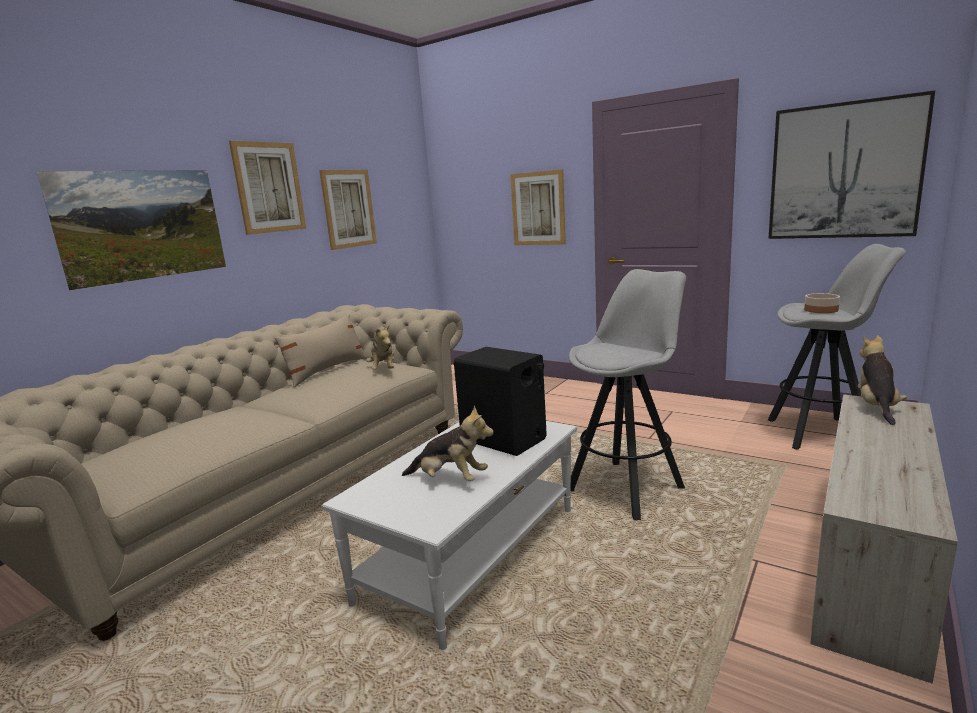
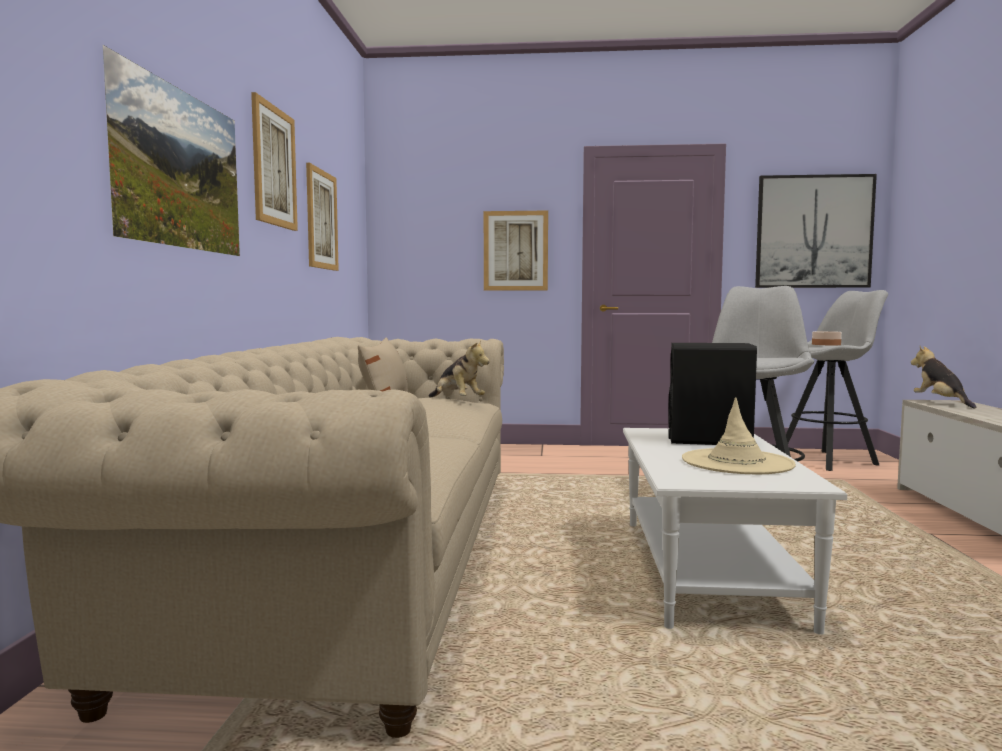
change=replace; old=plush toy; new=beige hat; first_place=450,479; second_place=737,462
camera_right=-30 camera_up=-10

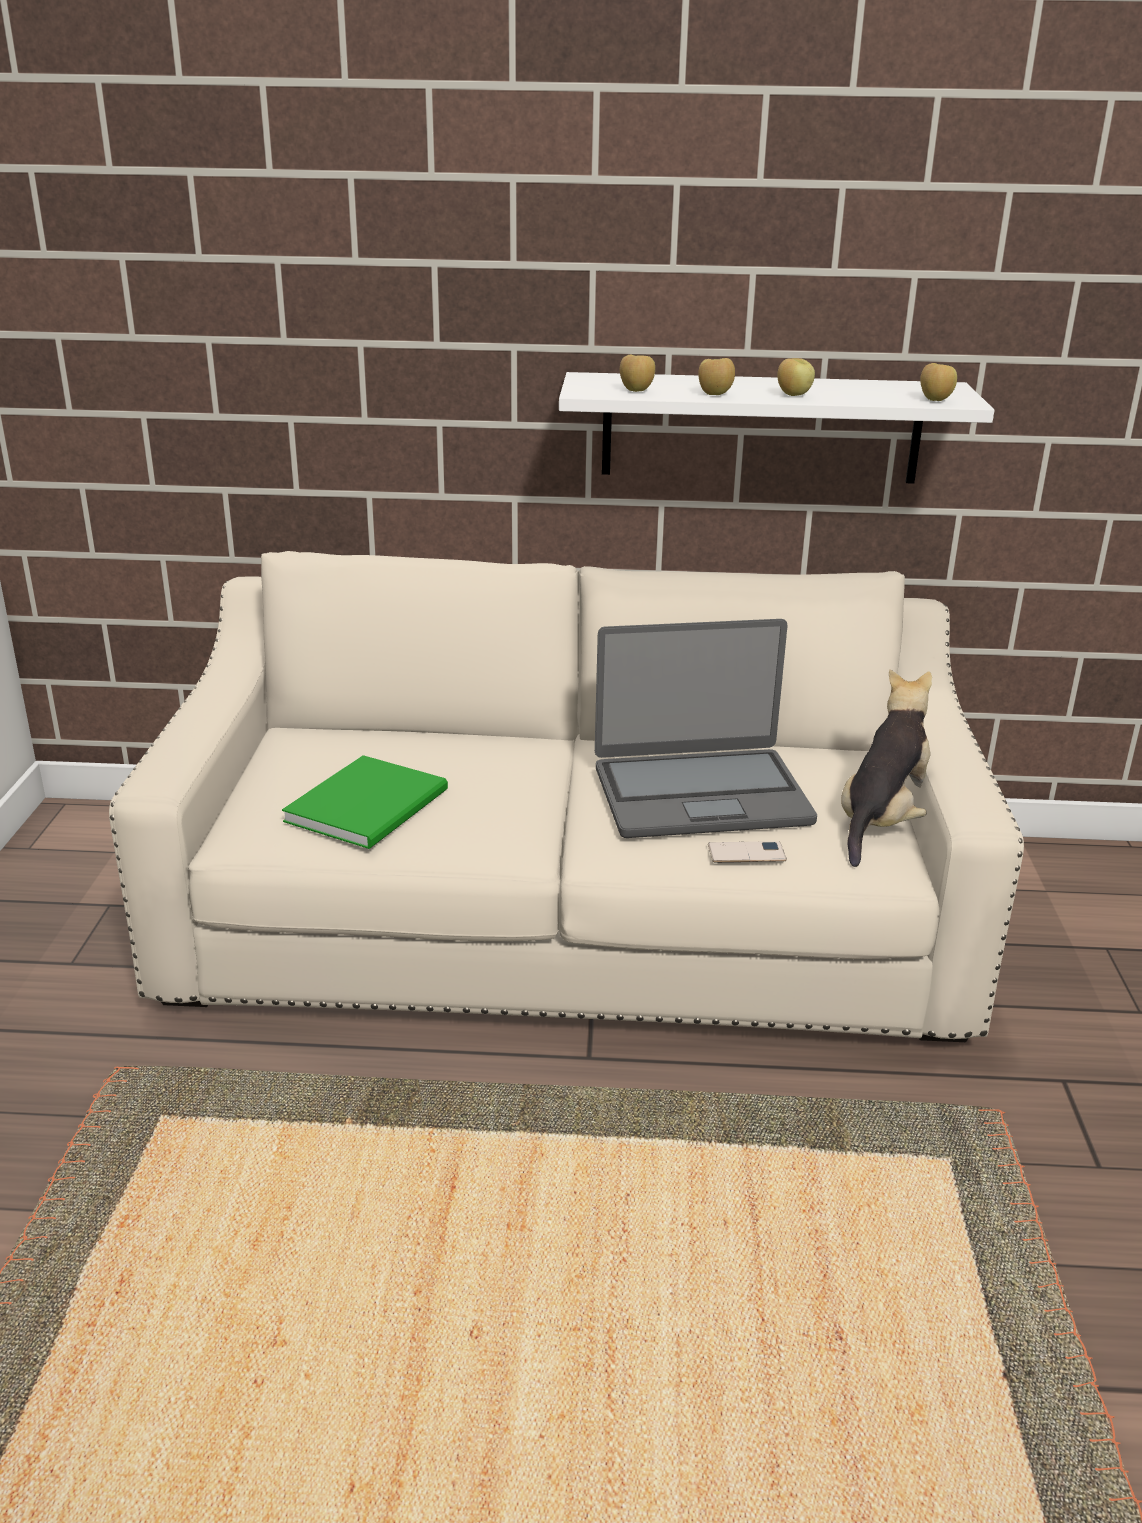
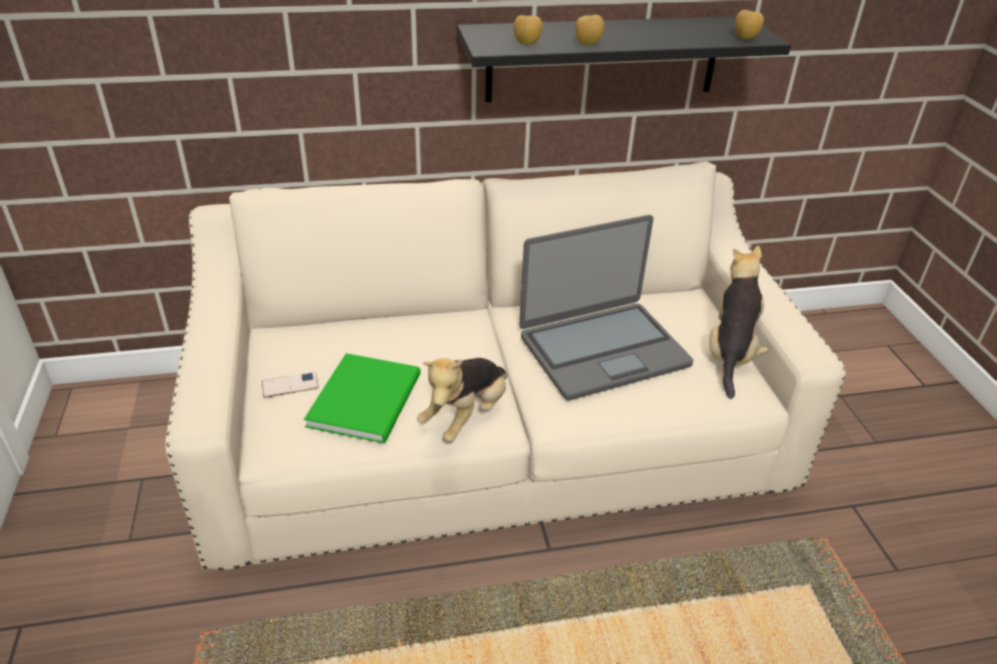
change=delete; old=apple; first_place=794,395
change=recolor; old=white shelf; new=black shelf; first_place=761,428; second_place=603,59
change=move; old=phone; first_place=746,853; second_place=290,385
change=insert; new=plush toy; second_place=466,416
camera_right=-15 camera_up=10

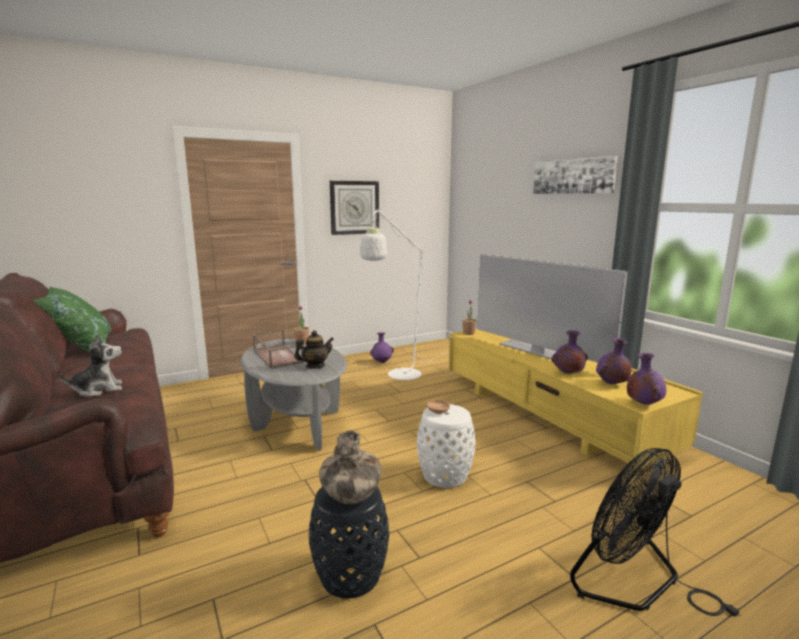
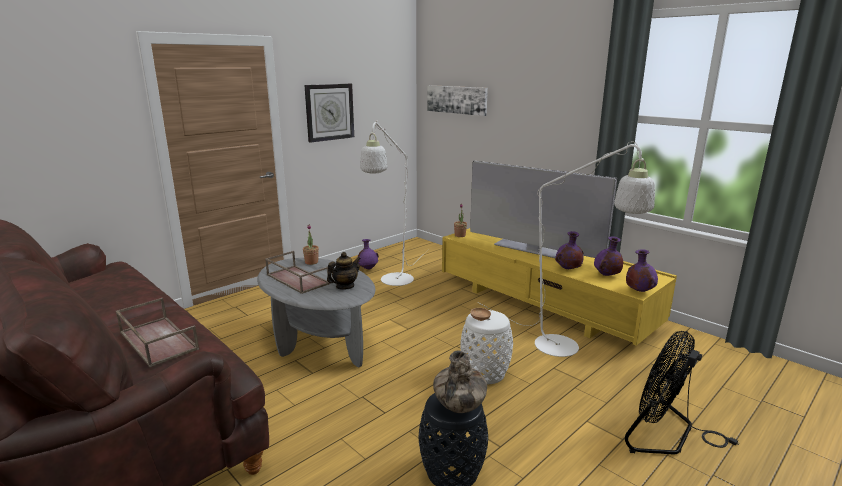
change=move; old=picture; first_place=573,176; second_place=457,99
change=delete; old=green pillow; first_place=81,348
change=replace; old=plush toy; new=brown tray; first_place=98,390; second_place=157,340
change=insert; new=white floor lamp; second_place=566,350
camera_right=-15 camera_up=5

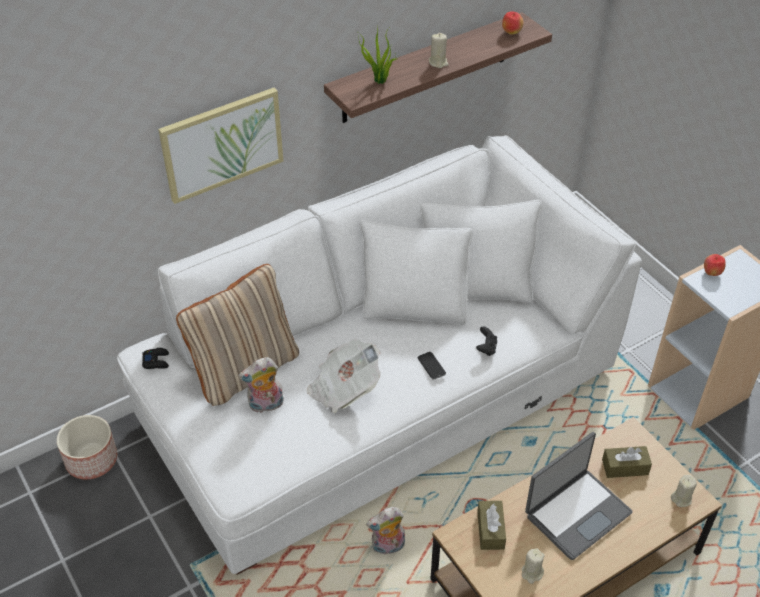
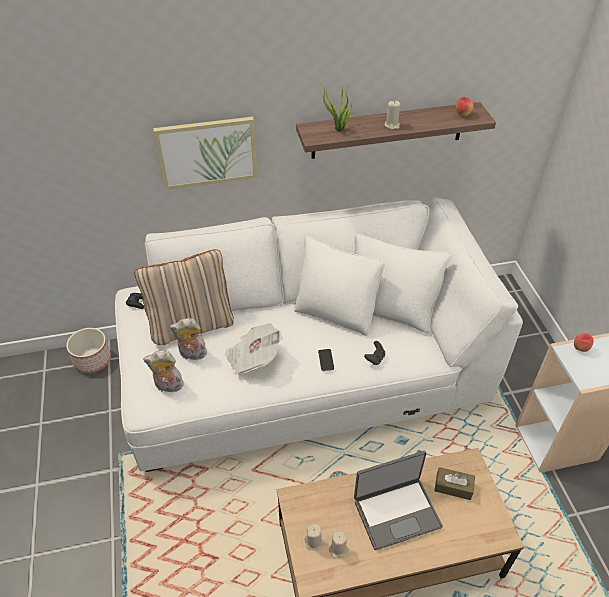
change=move; old=beige candle; first_place=681,498; second_place=314,542
change=delete; old=brown tissue box; first_place=490,530
change=move; old=plush toy; first_place=388,547; second_place=168,386
camera_right=20 camera_up=0

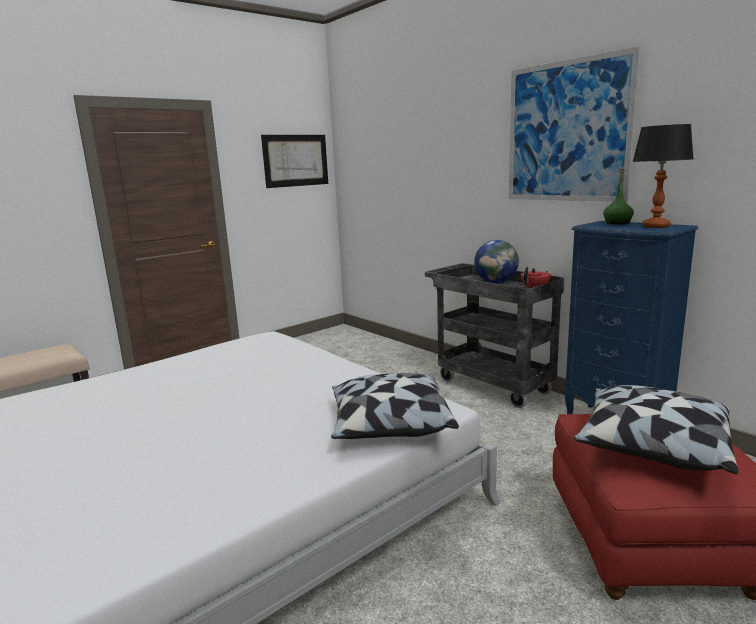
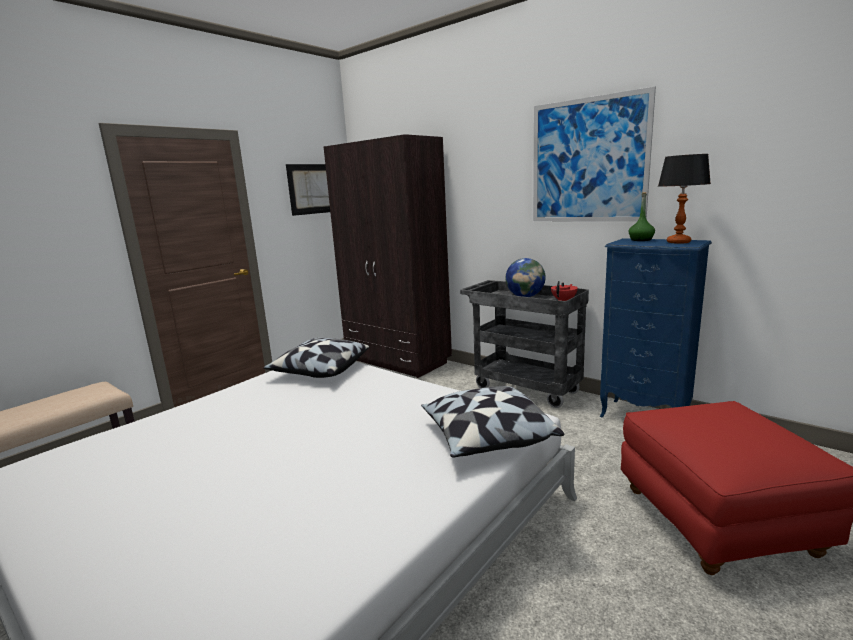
change=move; old=pillow; first_place=651,446; second_place=320,371
change=insert; new=brown wardrobe; second_place=397,361
camera_right=-10 camera_up=0

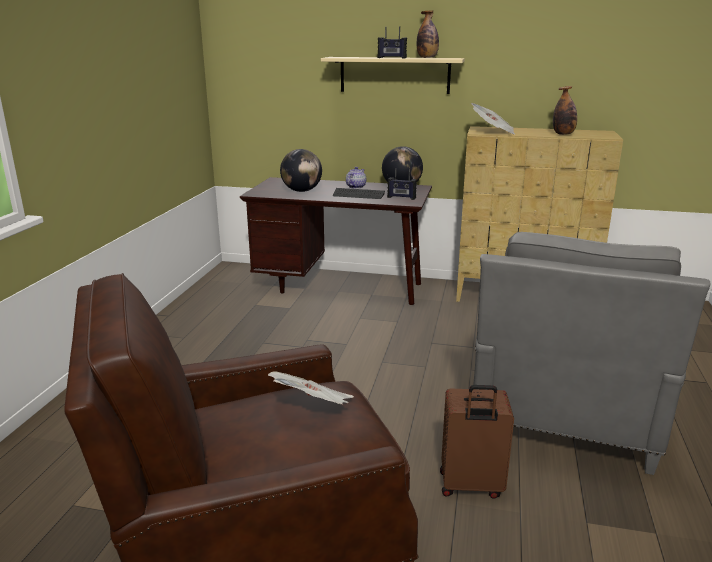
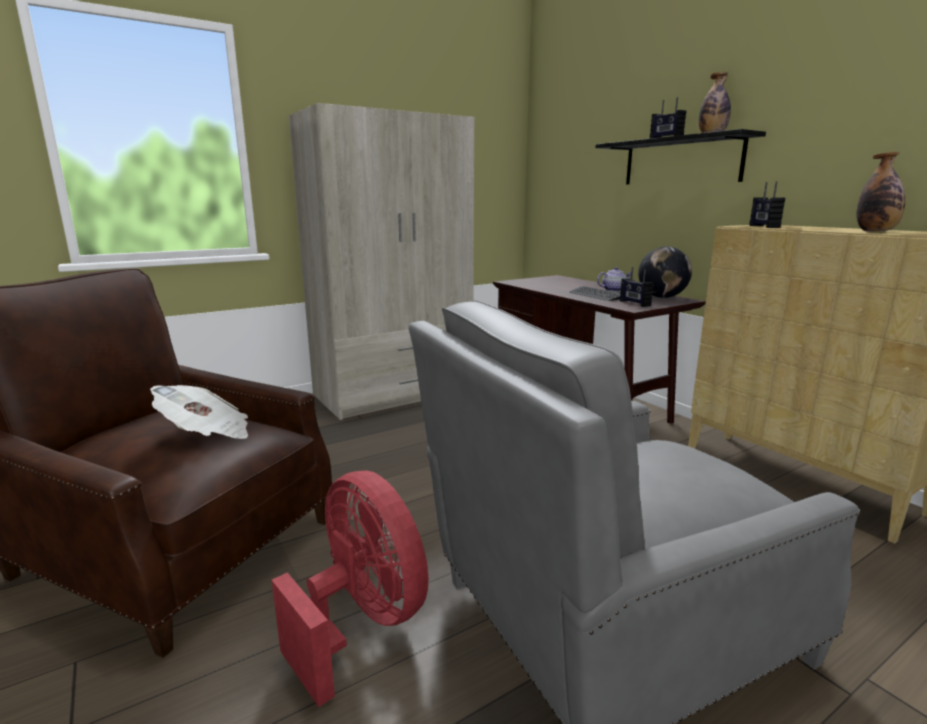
change=recolor; old=beige shelf; new=black shelf; first_place=394,75; second_place=681,161
change=replace; old=newspaper; new=radio; first_place=493,132; second_place=763,226
change=delete; old=globe; first_place=301,191
change=replace; old=brown suitcase; new=red fan; first_place=470,486; second_place=362,622
change=insert; new=beige wardrobe; second_place=394,393
camera_right=45 camera_up=-5

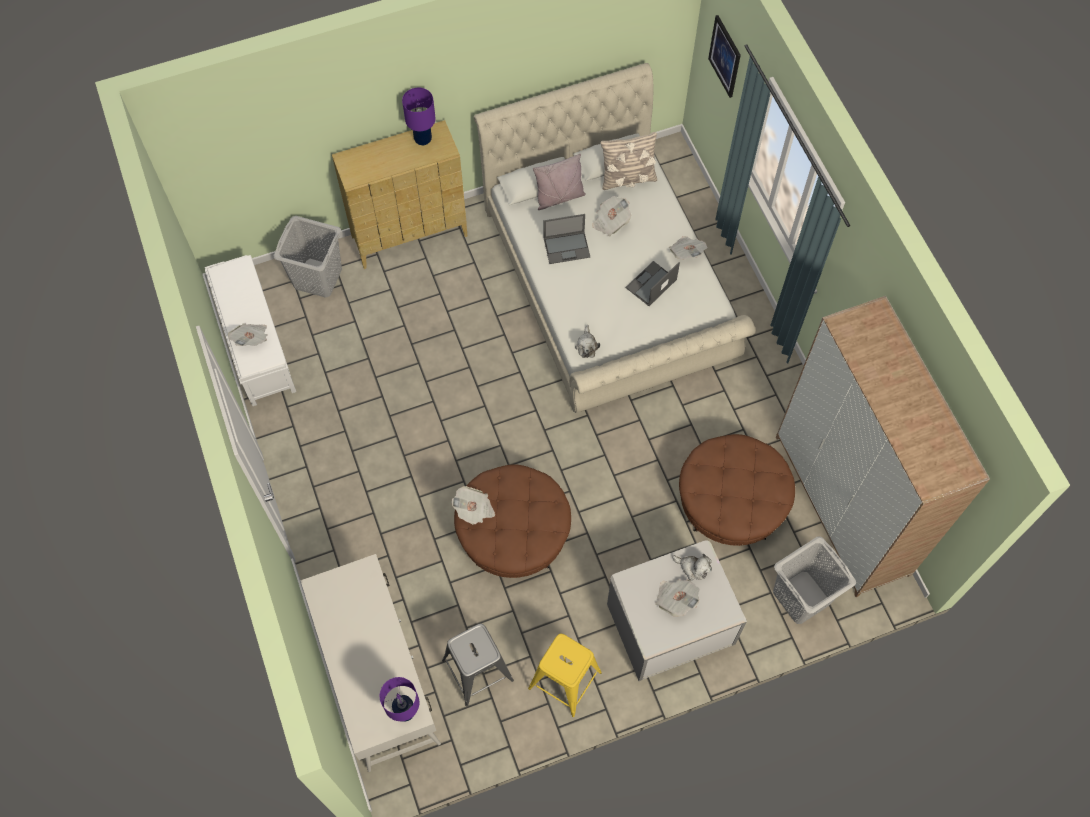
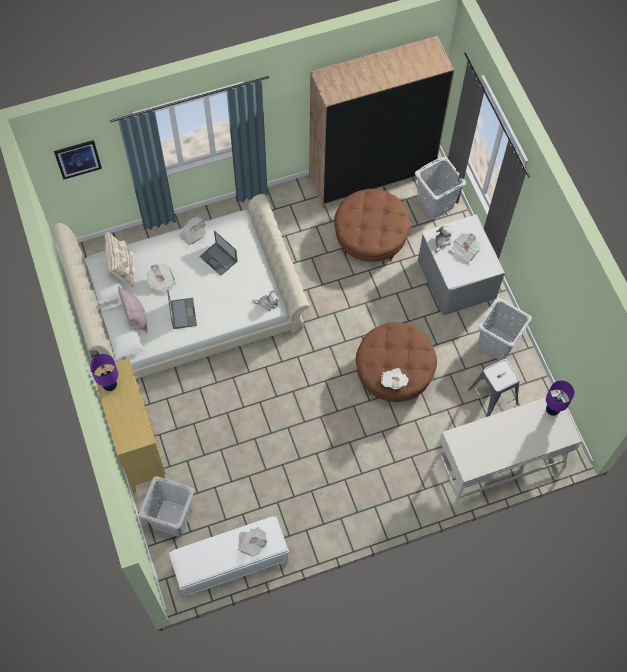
change=recolor; old=white wardrobe; new=black wardrobe; first_place=843,505; second_place=372,174
change=replace; old=yellow stool; new=grey laundry basket; first_place=564,680; second_place=496,343
camera_right=-90 camera_up=0

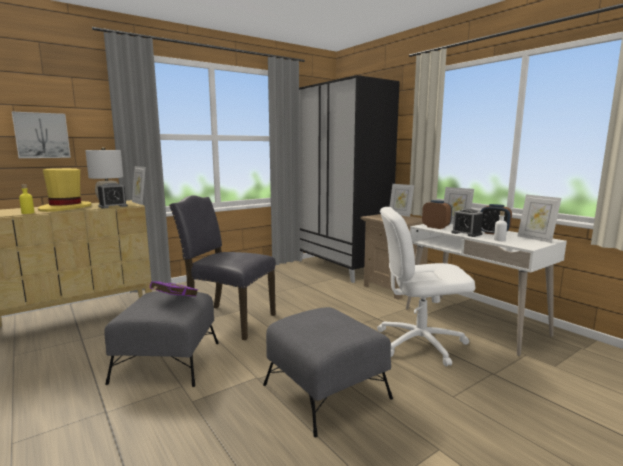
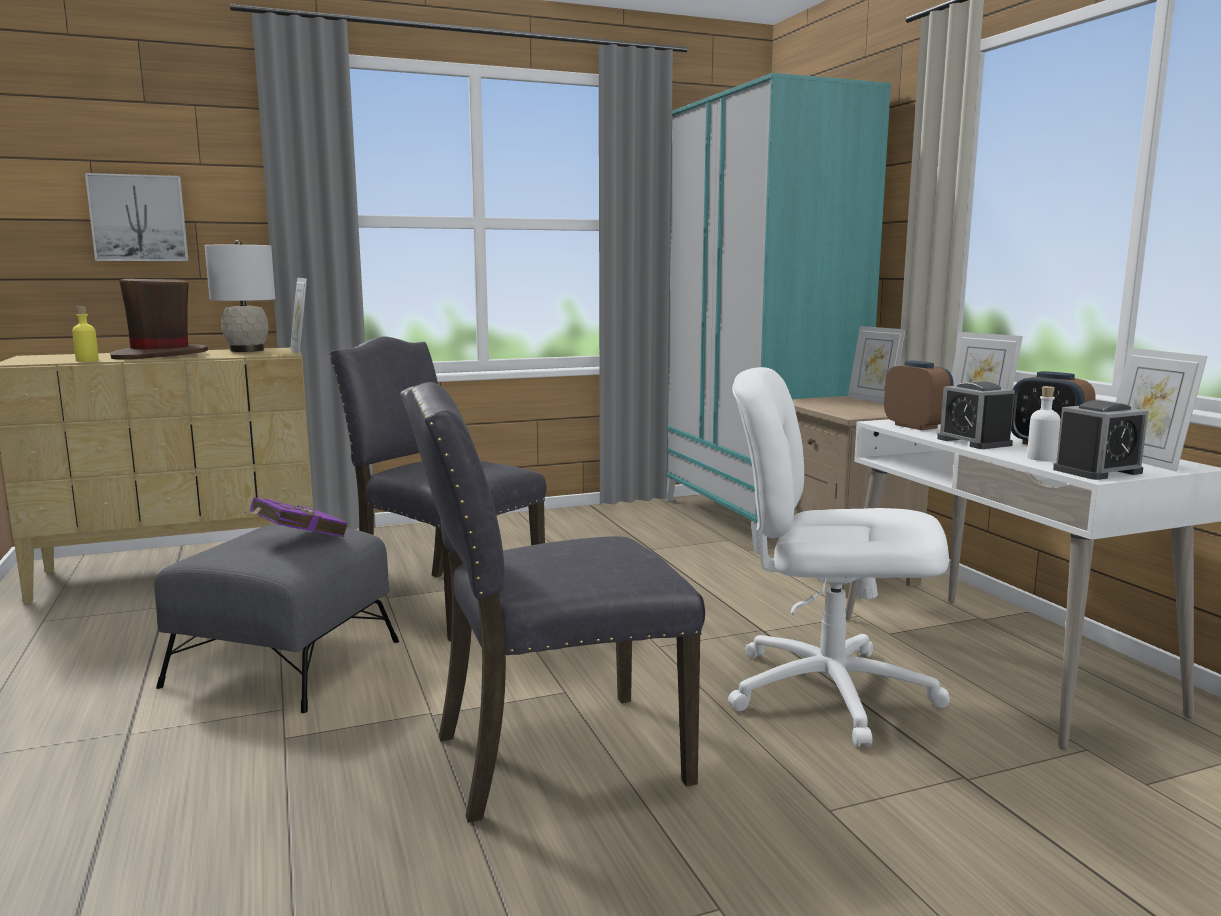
change=recolor; old=black wardrobe; new=turquoise wardrobe; first_place=342,267; second_place=756,518
change=recolor; old=yellow hat; new=brown hat; first_place=66,208; second_place=160,356
change=move; old=alarm clock; first_place=113,206; second_place=1097,471
change=replace; old=grey ottoman; new=grey chair; first_place=326,390; second_place=552,757
camera_right=15 camera_up=0

